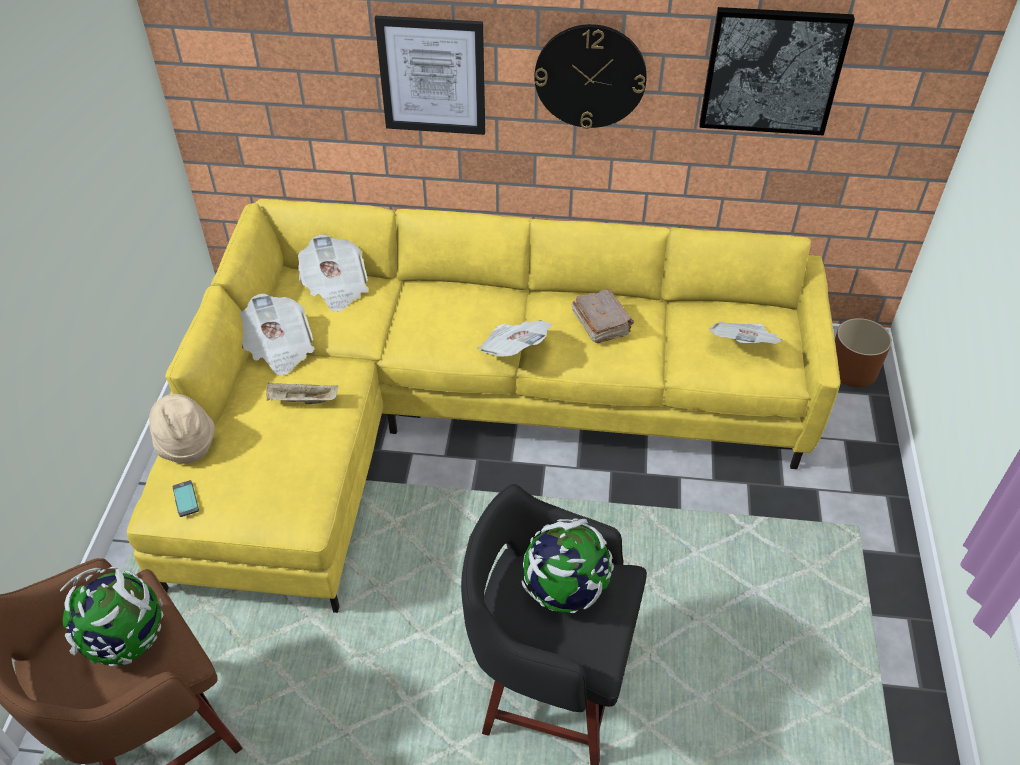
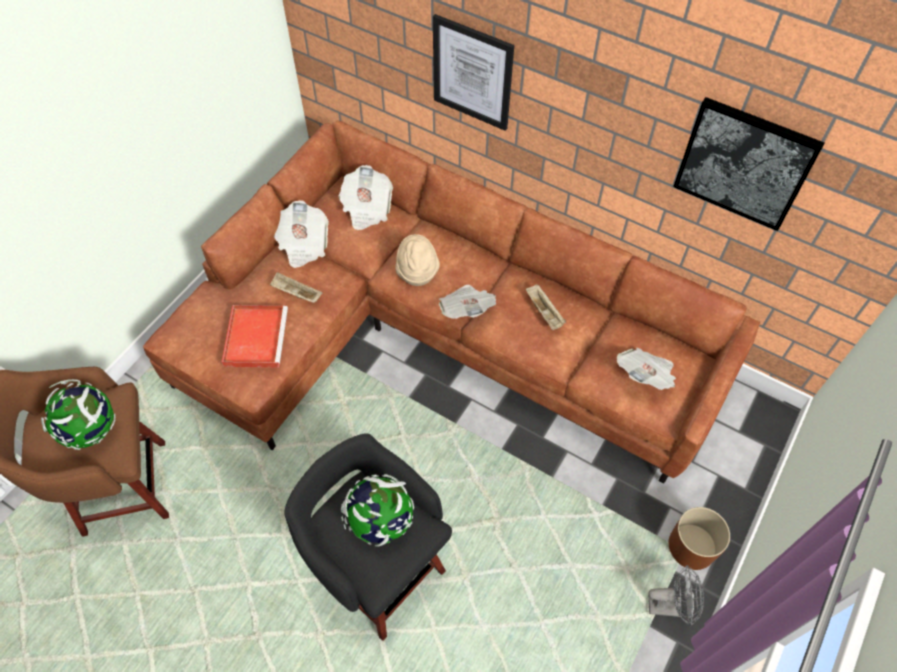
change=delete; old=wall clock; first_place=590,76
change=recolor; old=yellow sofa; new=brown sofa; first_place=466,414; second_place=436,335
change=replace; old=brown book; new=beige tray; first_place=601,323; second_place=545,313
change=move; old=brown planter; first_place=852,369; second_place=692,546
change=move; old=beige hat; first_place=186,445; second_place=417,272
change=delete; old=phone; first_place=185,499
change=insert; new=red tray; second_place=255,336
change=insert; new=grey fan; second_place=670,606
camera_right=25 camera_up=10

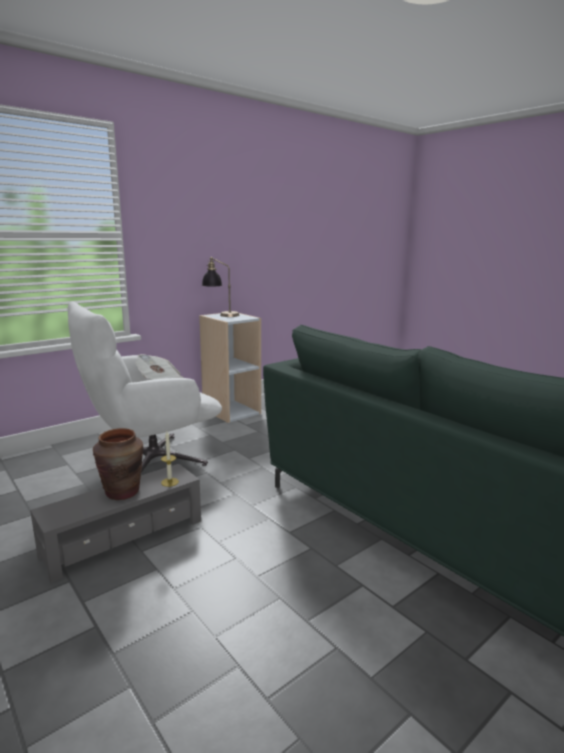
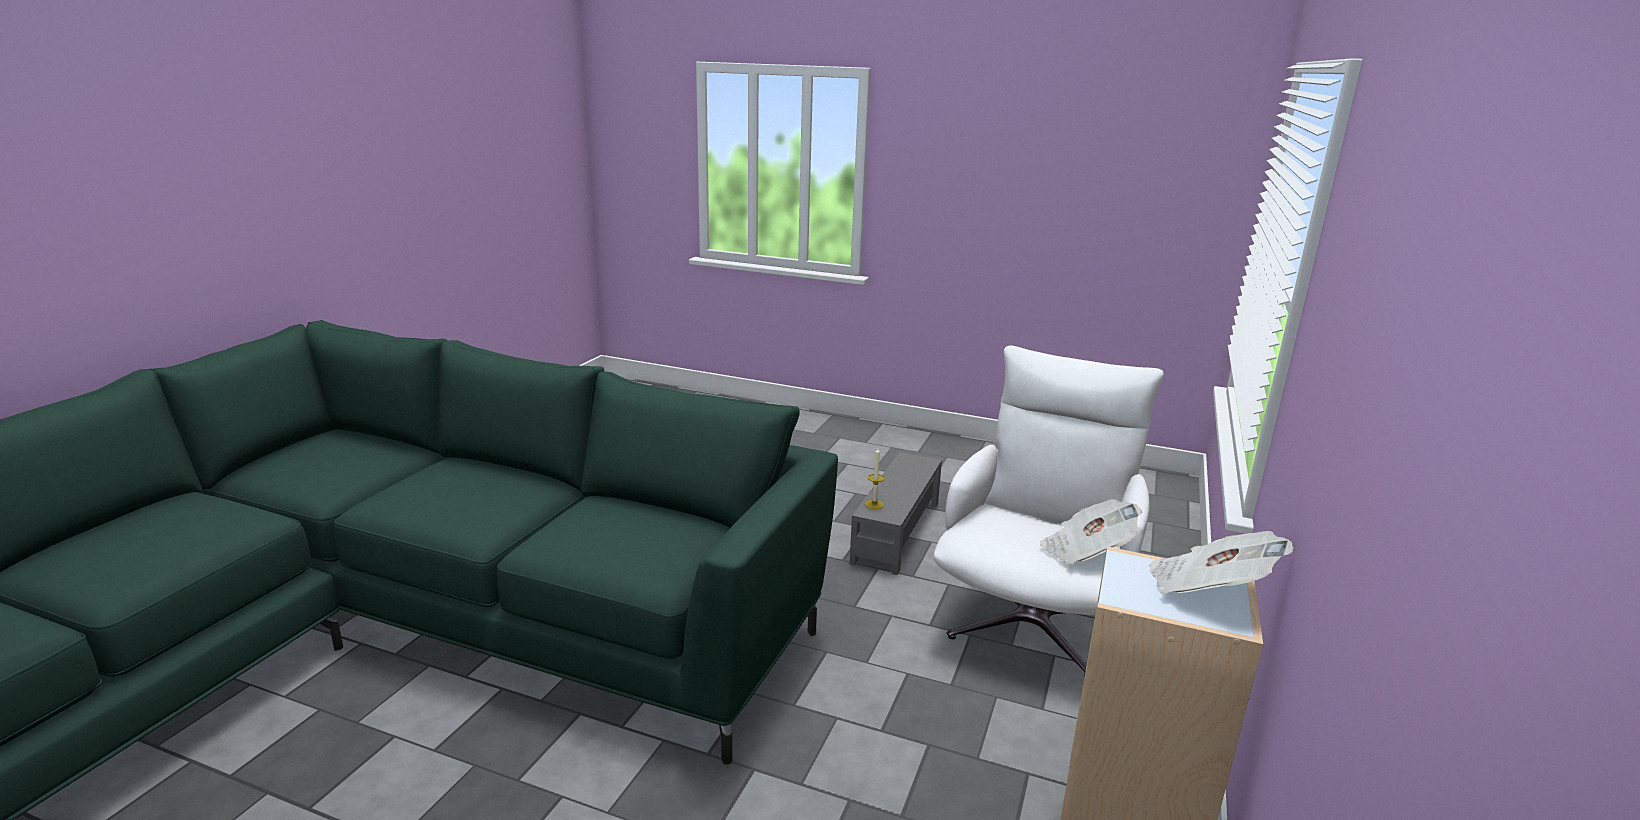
change=replace; old=table lamp; new=newspaper; first_place=221,315; second_place=1208,589
change=delete; old=brown vase; first_place=122,492
camera_right=150 camera_up=5

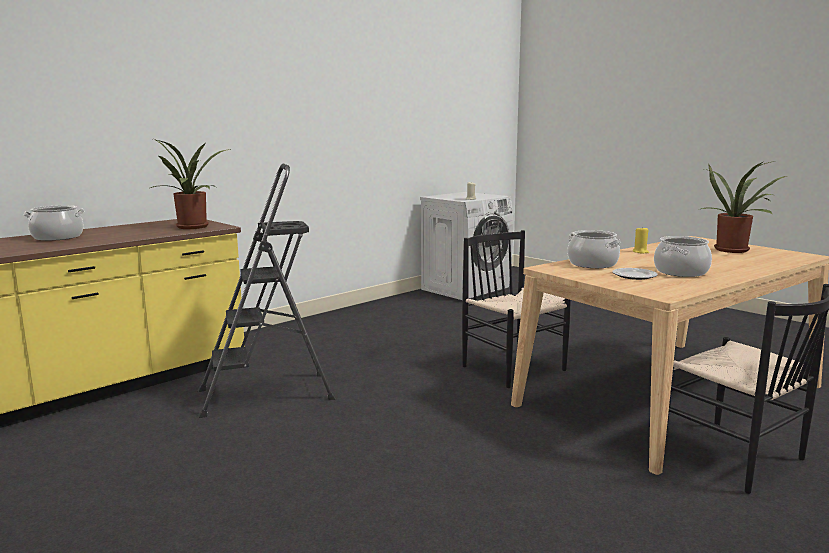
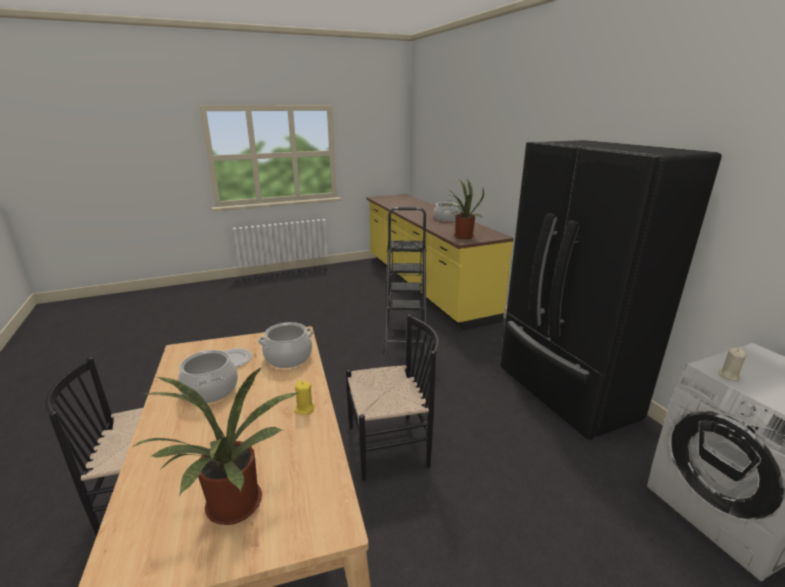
change=insert; new=black fridge; second_place=562,392
camera_right=110 camera_up=10

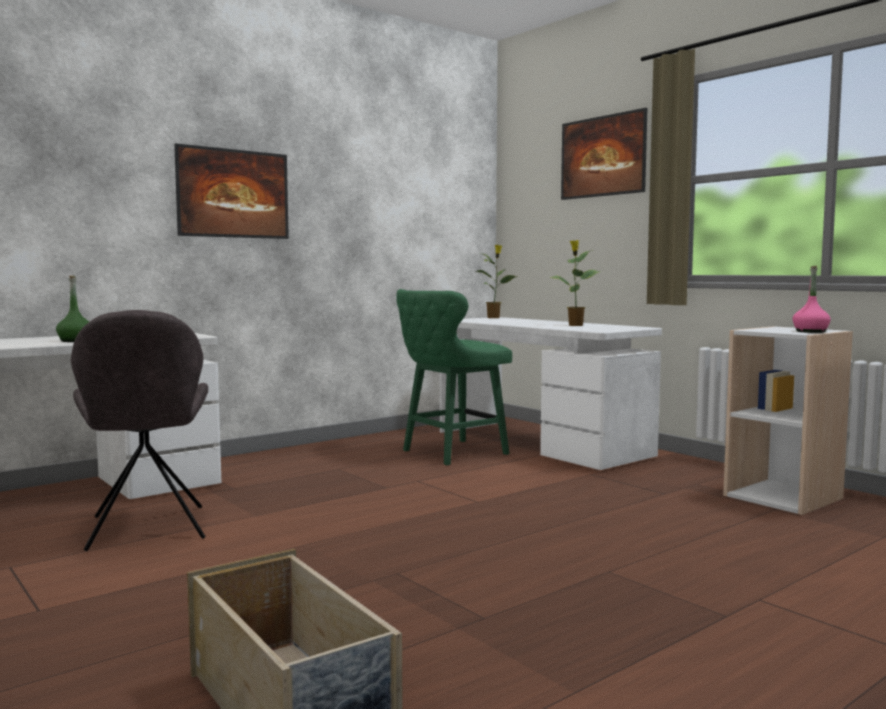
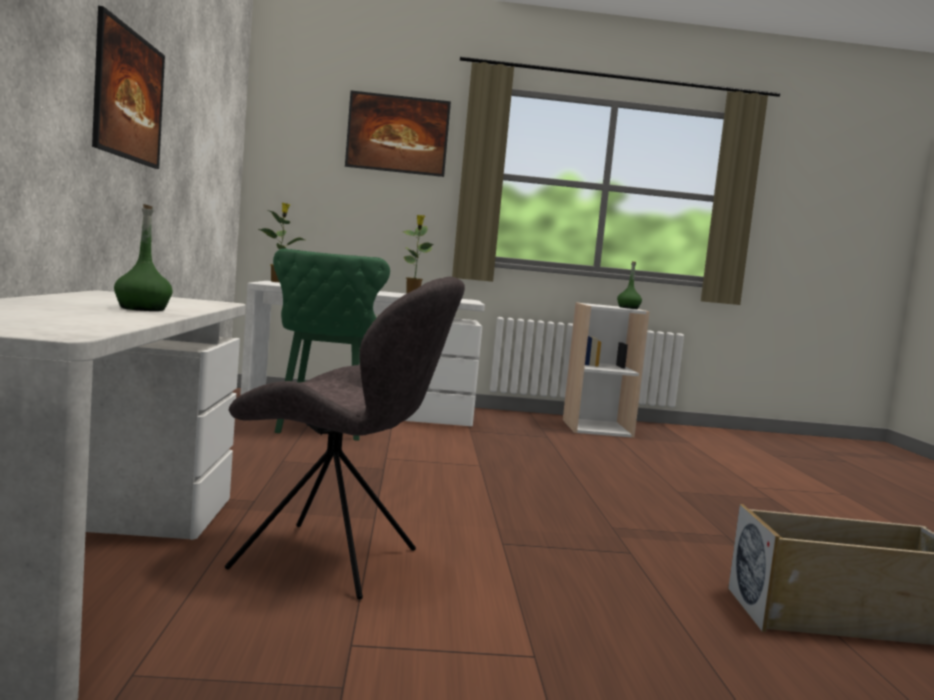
change=recolor; old=pink bottle; new=green bottle; first_place=810,331; second_place=628,308
camera_right=-55 camera_up=0

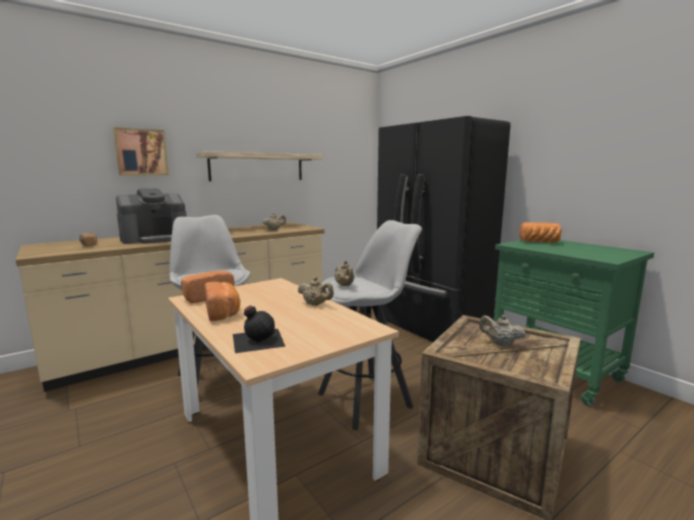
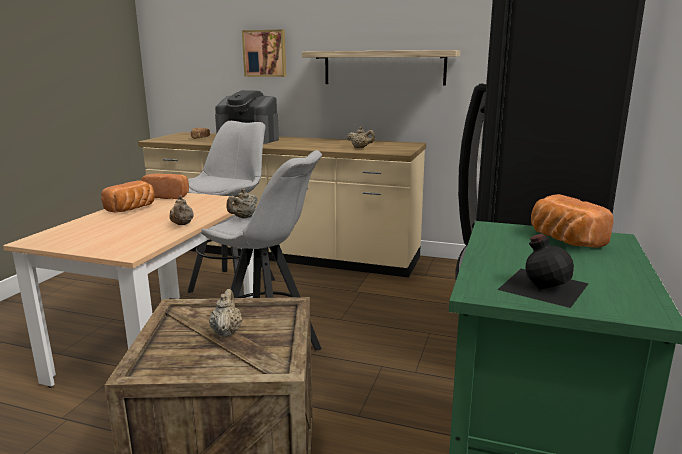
change=move; old=black bottle; first_place=257,339; second_place=542,285
camera_right=55 camera_up=5

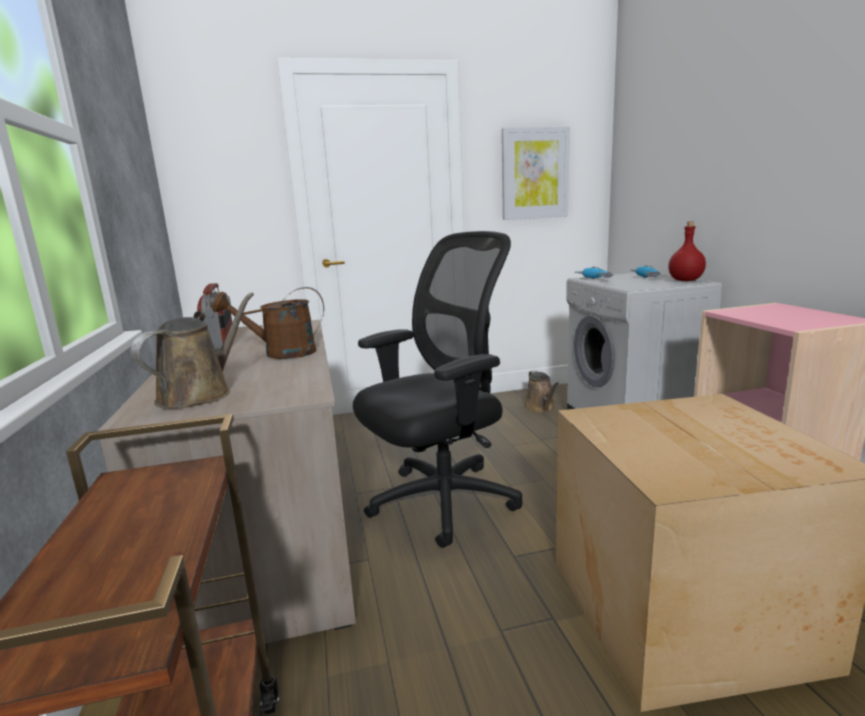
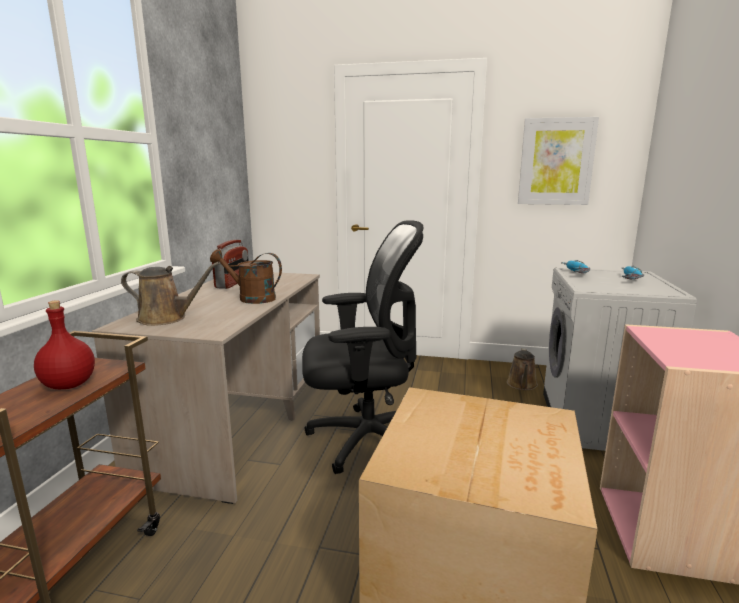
change=move; old=red bottle; first_place=686,280; second_place=70,385
change=rotate; old=brown watering can; first_place=200,394; second_place=166,318; degrees=45
camera_right=25 camera_up=0

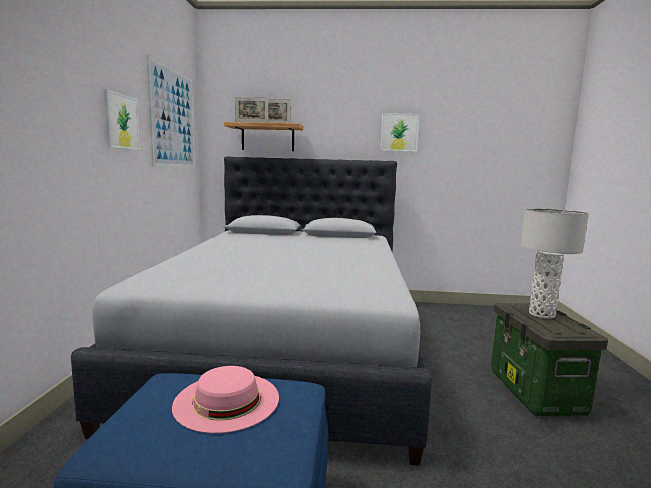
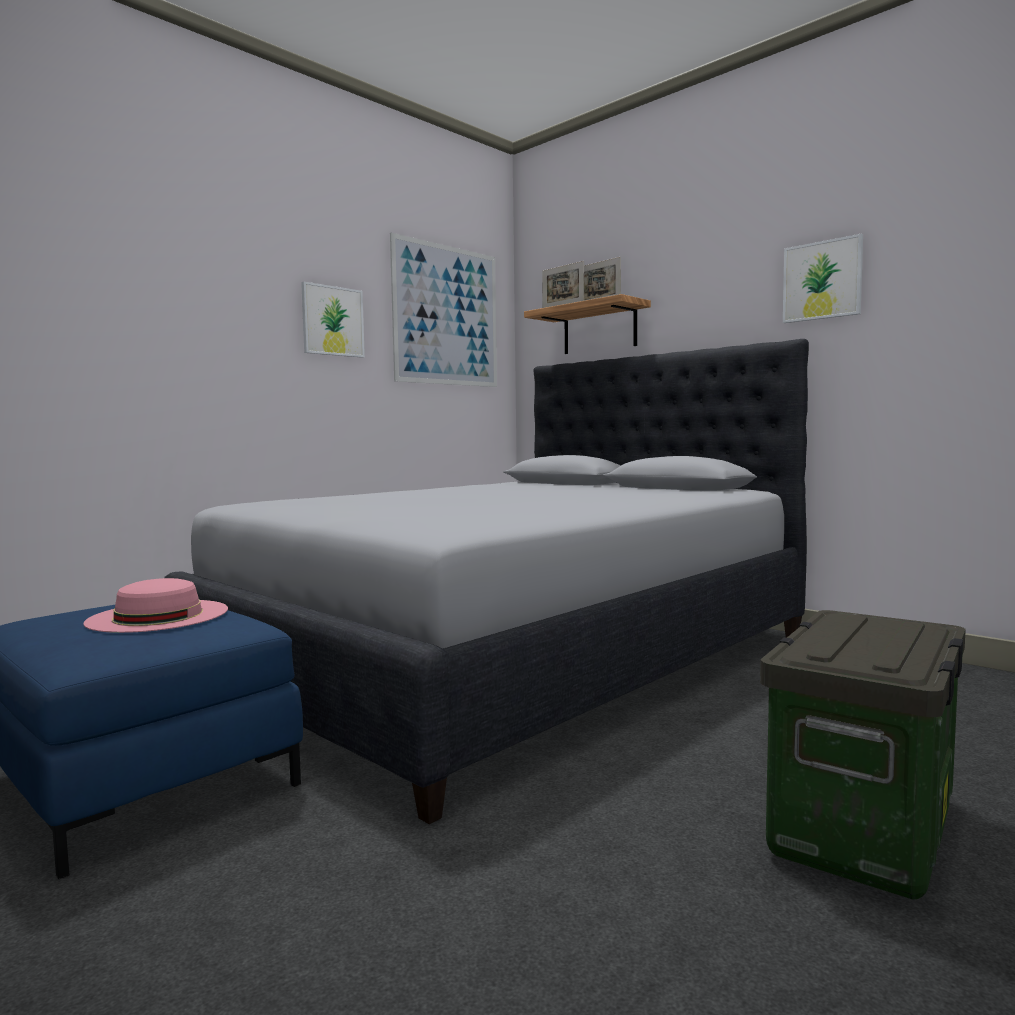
change=delete; old=white table lamp; first_place=541,314
camera_right=40 camera_up=-5

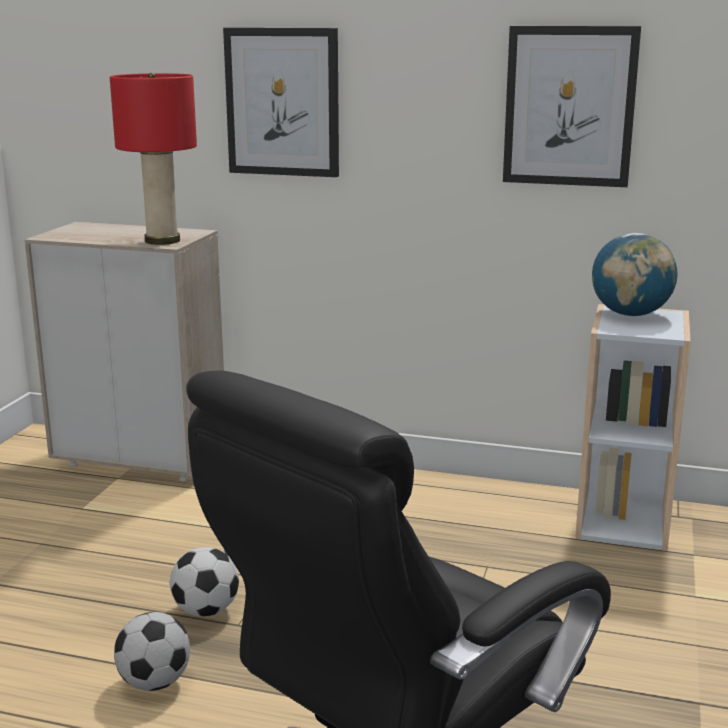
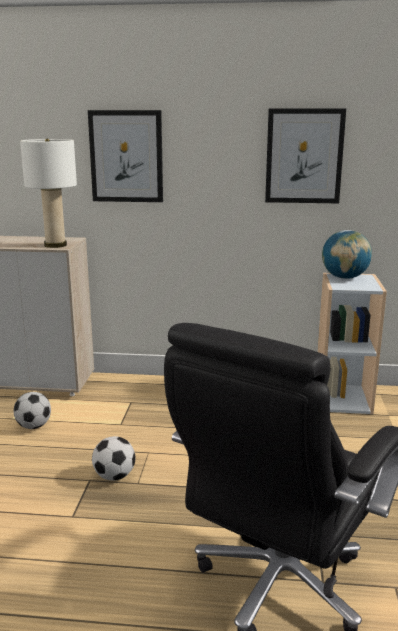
change=recolor; old=red table lamp; new=white table lamp; first_place=161,241; second_place=55,245
change=move; old=football; first_place=155,682; second_place=34,426
camera_right=-10 camera_up=0

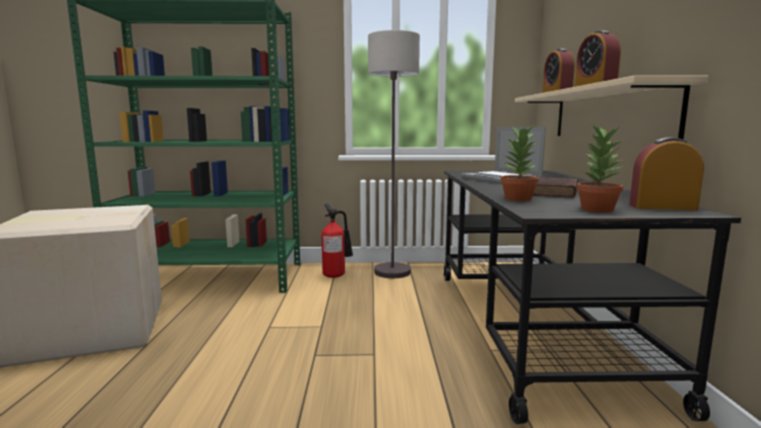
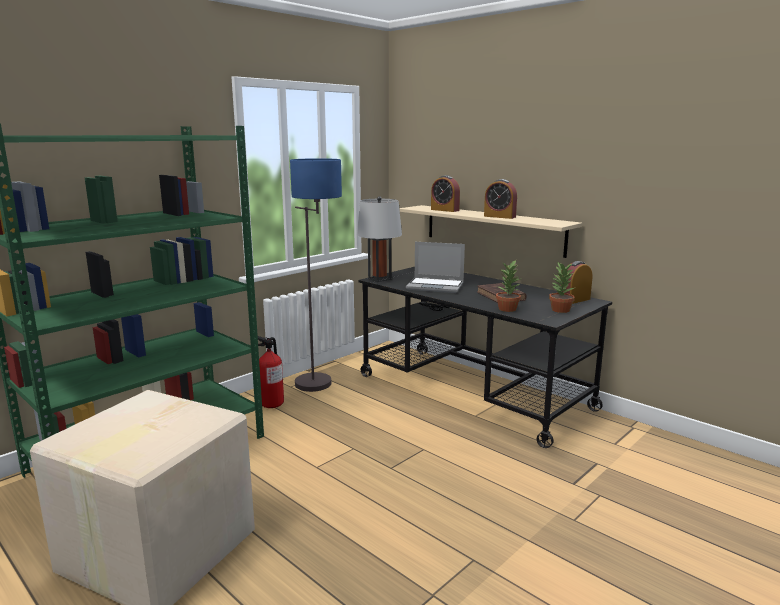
change=recolor; old=grey floor lamp; new=blue floor lamp; first_place=392,276; second_place=320,387
change=insert; new=grey table lamp; second_place=379,279
camera_right=-45 camera_up=5

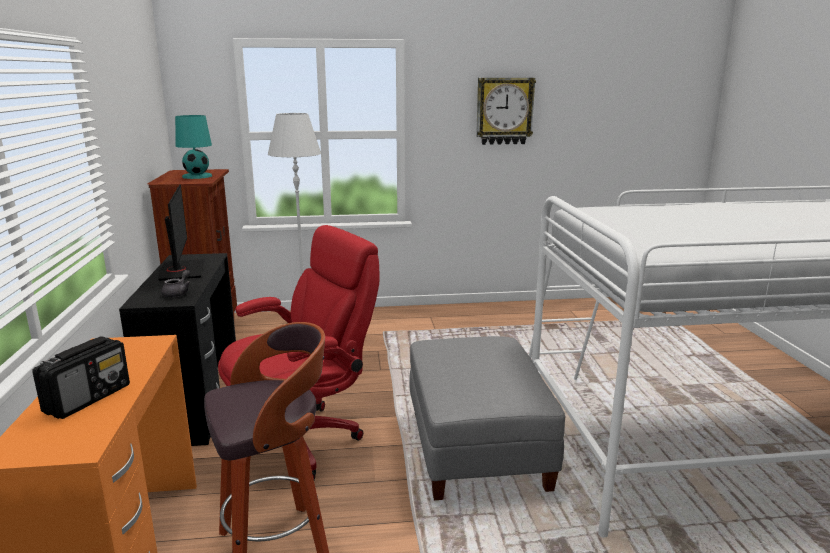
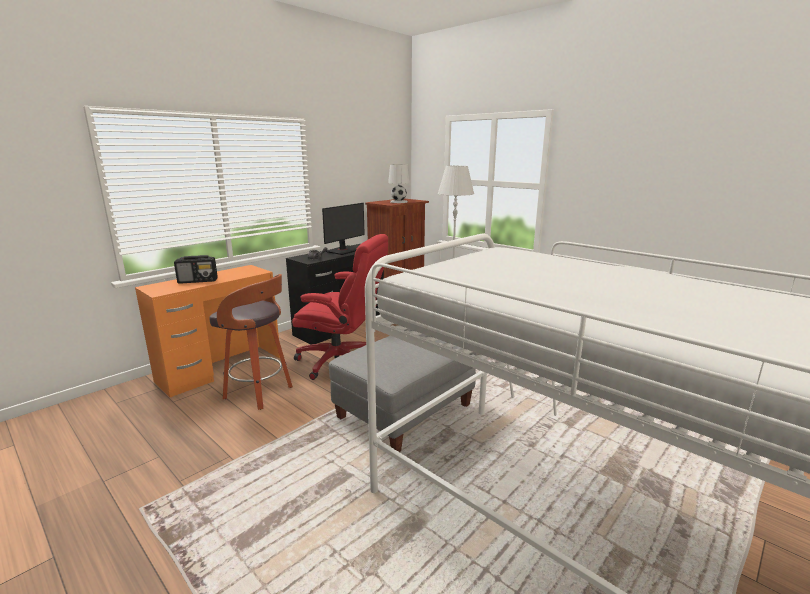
change=delete; old=wall clock; first_place=504,111
change=recolor; old=turquoise table lamp; new=white table lamp; first_place=197,176; second_place=398,202
camera_right=50 camera_up=0

